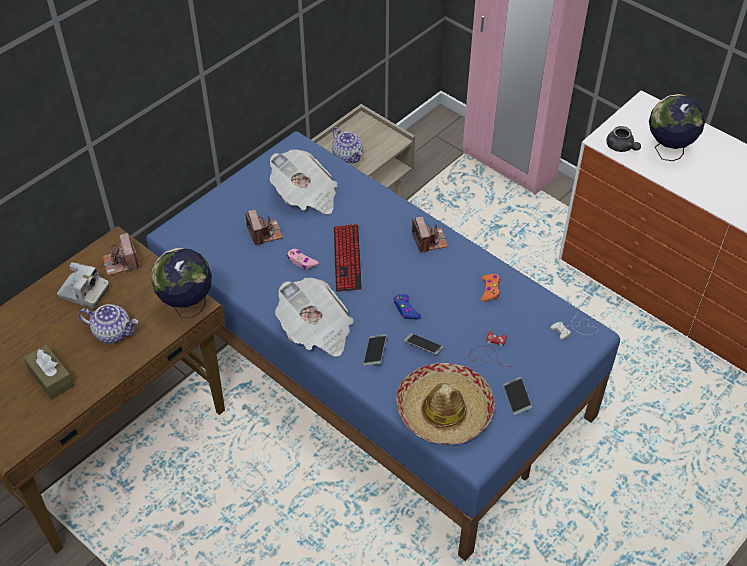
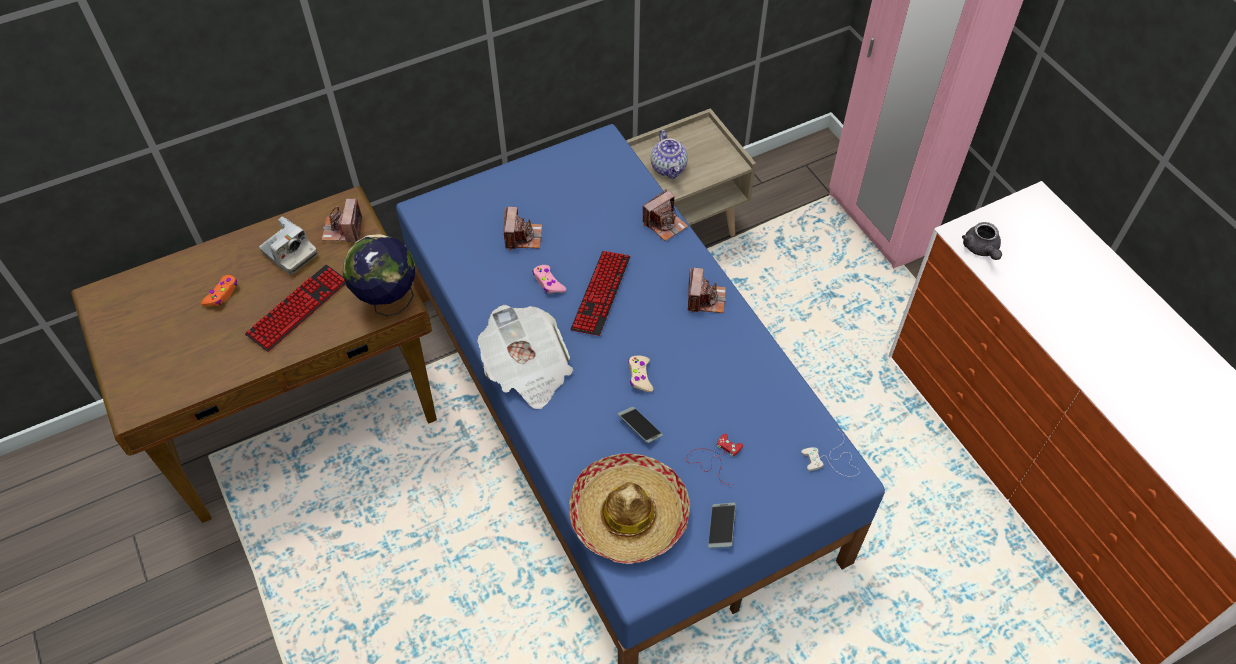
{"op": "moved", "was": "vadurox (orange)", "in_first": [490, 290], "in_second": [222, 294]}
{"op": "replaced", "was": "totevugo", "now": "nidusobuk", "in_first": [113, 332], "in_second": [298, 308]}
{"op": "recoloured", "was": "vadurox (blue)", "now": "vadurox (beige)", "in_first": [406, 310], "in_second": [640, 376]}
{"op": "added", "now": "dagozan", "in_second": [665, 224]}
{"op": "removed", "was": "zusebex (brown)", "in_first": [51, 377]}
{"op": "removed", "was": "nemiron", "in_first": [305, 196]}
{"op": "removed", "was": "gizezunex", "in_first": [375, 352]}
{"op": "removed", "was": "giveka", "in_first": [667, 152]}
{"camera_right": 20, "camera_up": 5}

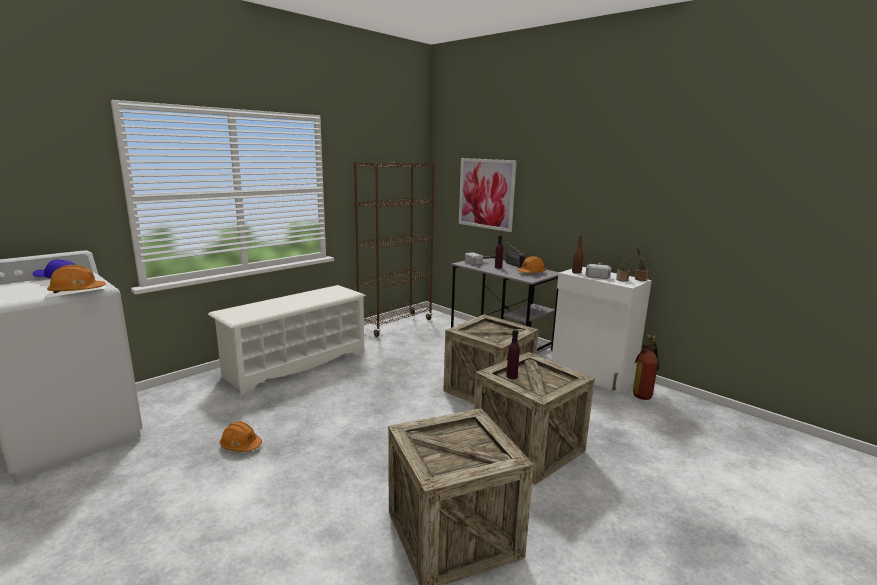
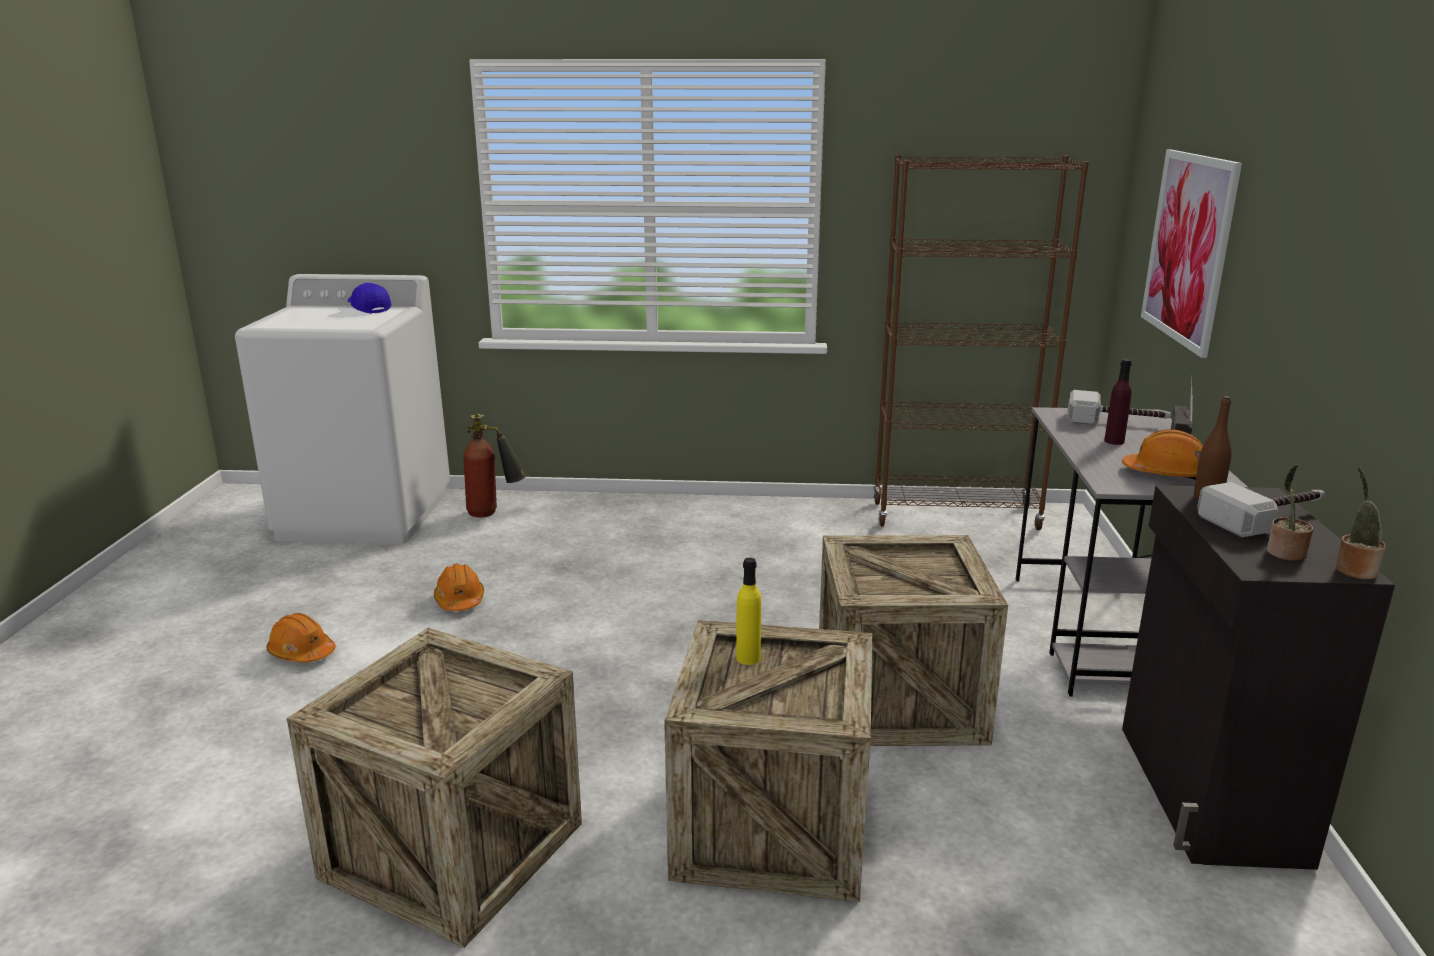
{"op": "moved", "was": "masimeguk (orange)", "in_first": [77, 291], "in_second": [301, 653]}
{"op": "moved", "was": "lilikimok", "in_first": [644, 393], "in_second": [494, 512]}
{"op": "recoloured", "was": "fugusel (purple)", "now": "fugusel (yellow)", "in_first": [512, 376], "in_second": [748, 658]}
{"op": "recoloured", "was": "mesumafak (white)", "now": "mesumafak (black)", "in_first": [592, 374], "in_second": [1207, 793]}
{"op": "removed", "was": "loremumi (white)", "in_first": [296, 364]}
{"camera_right": 50, "camera_up": 5}

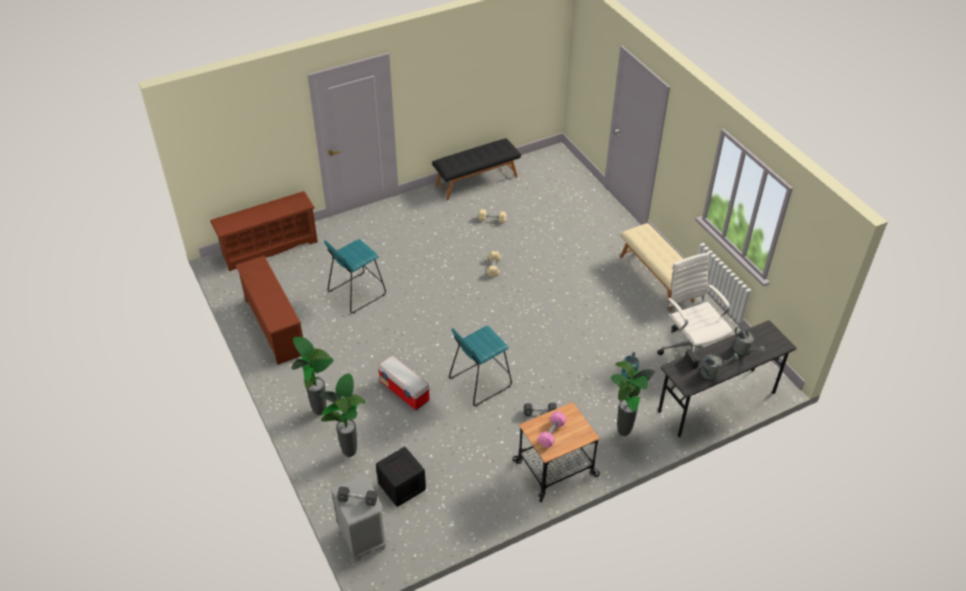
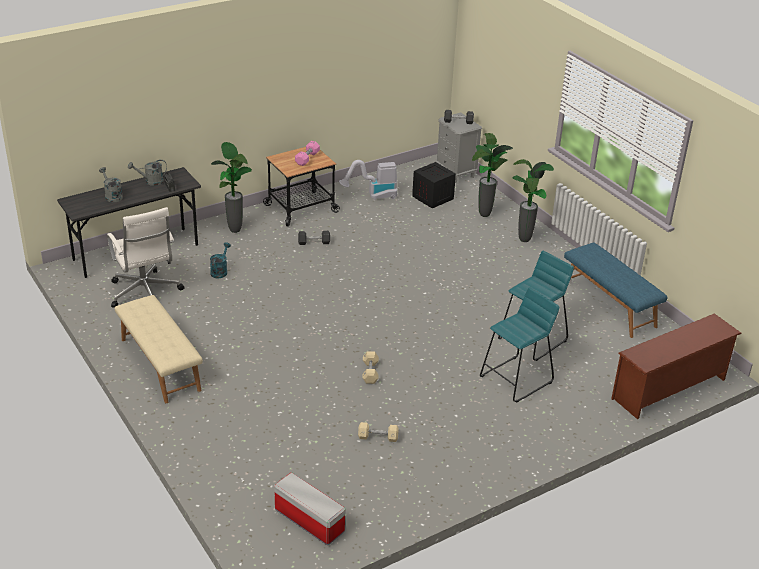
{"op": "moved", "was": "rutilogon", "in_first": [405, 391], "in_second": [308, 520]}
{"op": "added", "now": "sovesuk", "in_second": [372, 196]}
{"op": "moved", "was": "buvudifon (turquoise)", "in_first": [480, 382], "in_second": [516, 379]}
{"op": "replaced", "was": "loremumi (brown)", "now": "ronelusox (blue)", "in_first": [273, 327], "in_second": [609, 304]}
{"op": "removed", "was": "ronelusox (black)", "in_first": [476, 180]}
{"camera_right": 175, "camera_up": -10}

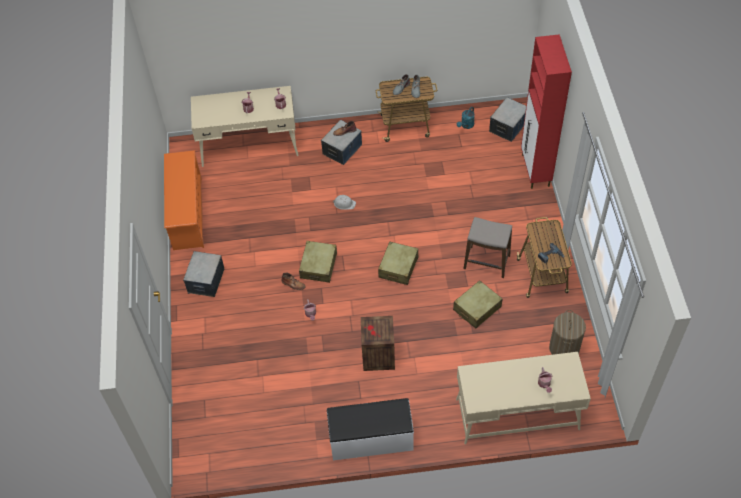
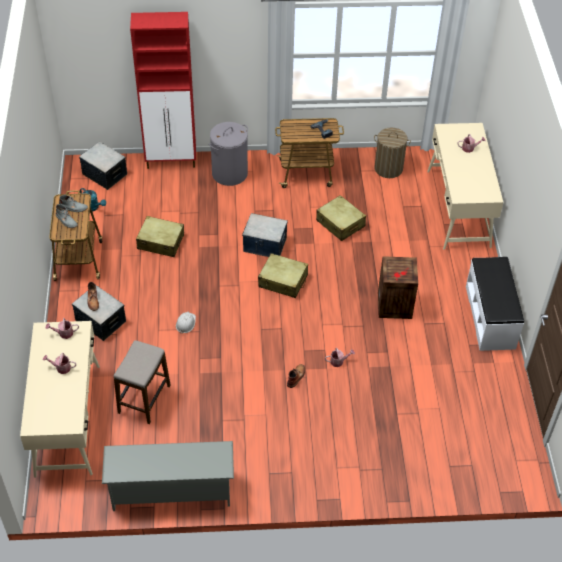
{"op": "recoloured", "was": "loremumi (orange)", "now": "loremumi (grey)", "in_first": [187, 213], "in_second": [171, 490]}
{"op": "moved", "was": "buvudifon", "in_first": [486, 262], "in_second": [144, 399]}
{"op": "moved", "was": "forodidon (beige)", "in_first": [318, 265], "in_second": [160, 242]}
{"op": "added", "now": "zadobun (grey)", "in_second": [229, 173]}
{"op": "moved", "was": "rutilogon", "in_first": [206, 281], "in_second": [265, 245]}
{"camera_right": -90, "camera_up": -5}

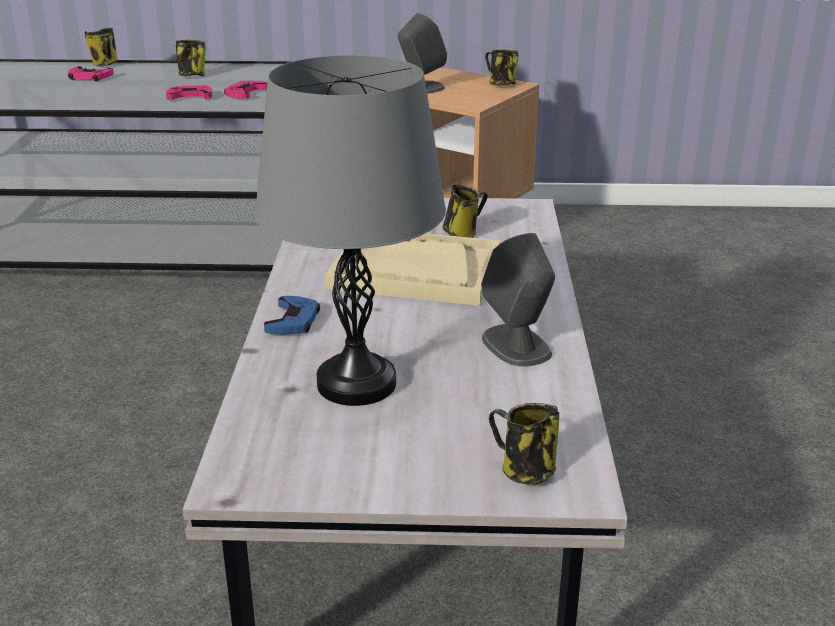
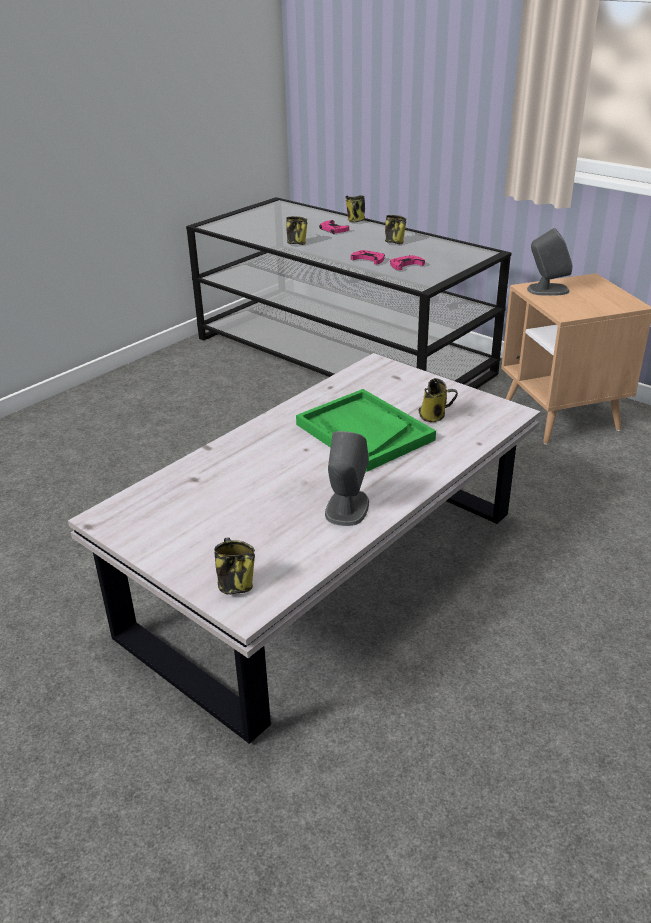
{"op": "moved", "was": "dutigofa", "in_first": [500, 84], "in_second": [296, 243]}
{"op": "recoloured", "was": "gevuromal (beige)", "now": "gevuromal (green)", "in_first": [415, 271], "in_second": [364, 432]}
{"op": "removed", "was": "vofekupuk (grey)", "in_first": [356, 384]}
{"op": "removed", "was": "vadurox (blue)", "in_first": [293, 321]}
{"camera_right": 40, "camera_up": 5}

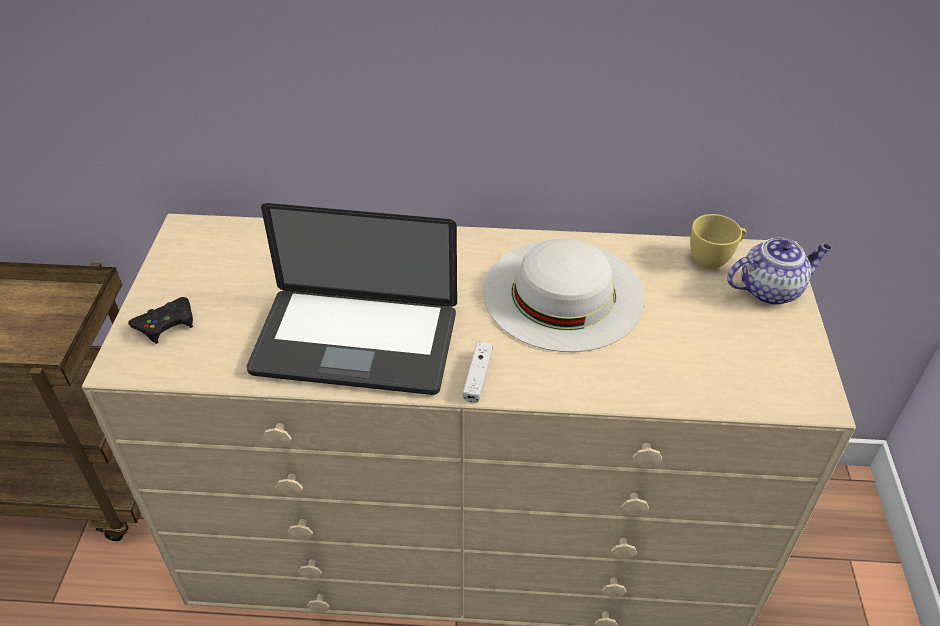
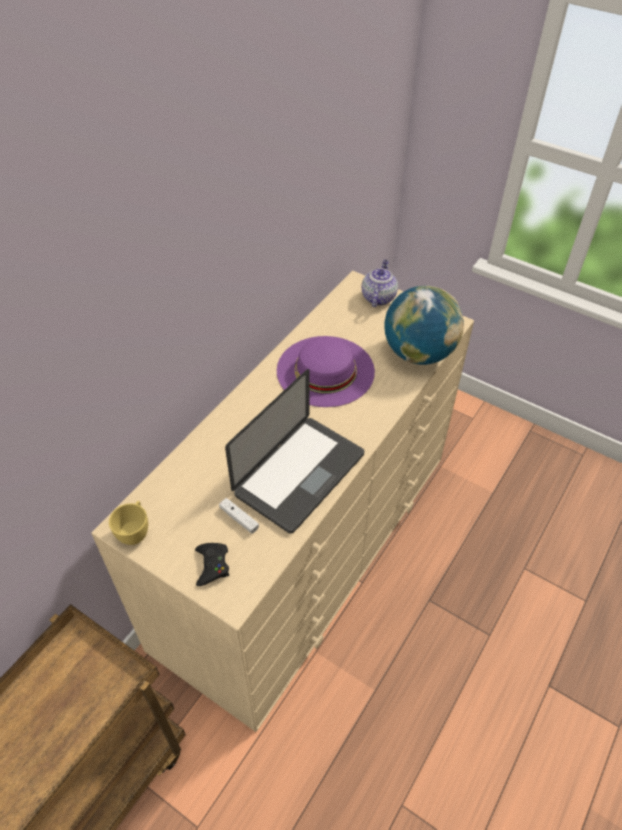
{"op": "moved", "was": "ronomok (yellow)", "in_first": [714, 259], "in_second": [135, 531]}
{"op": "moved", "was": "vadurox (white)", "in_first": [477, 377], "in_second": [239, 518]}
{"op": "recoloured", "was": "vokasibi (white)", "now": "vokasibi (purple)", "in_first": [563, 293], "in_second": [325, 370]}
{"op": "added", "now": "giveka", "in_second": [418, 353]}
{"camera_right": -60, "camera_up": 5}

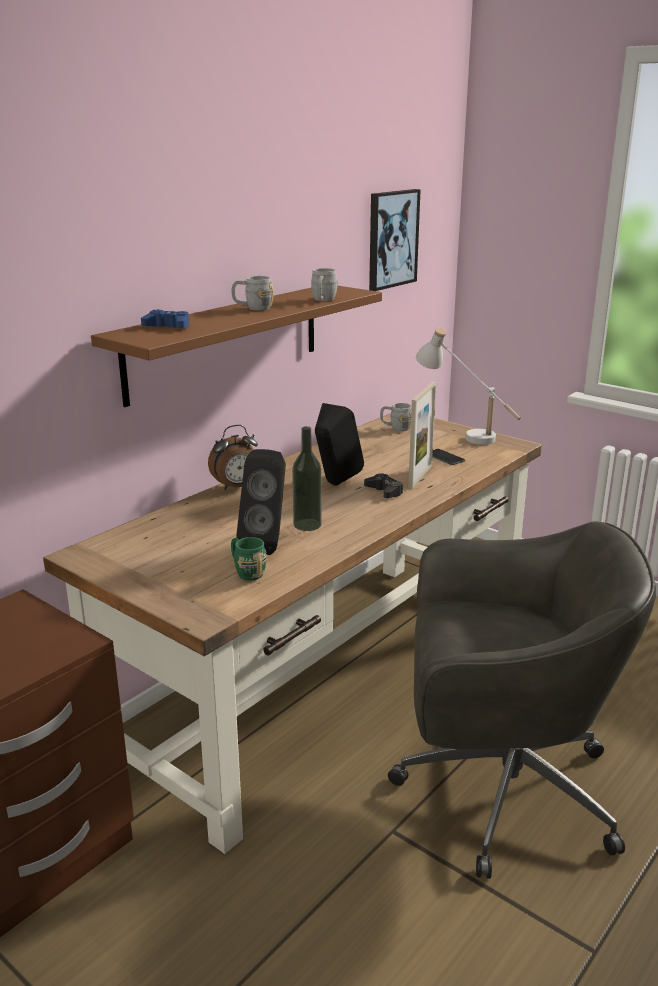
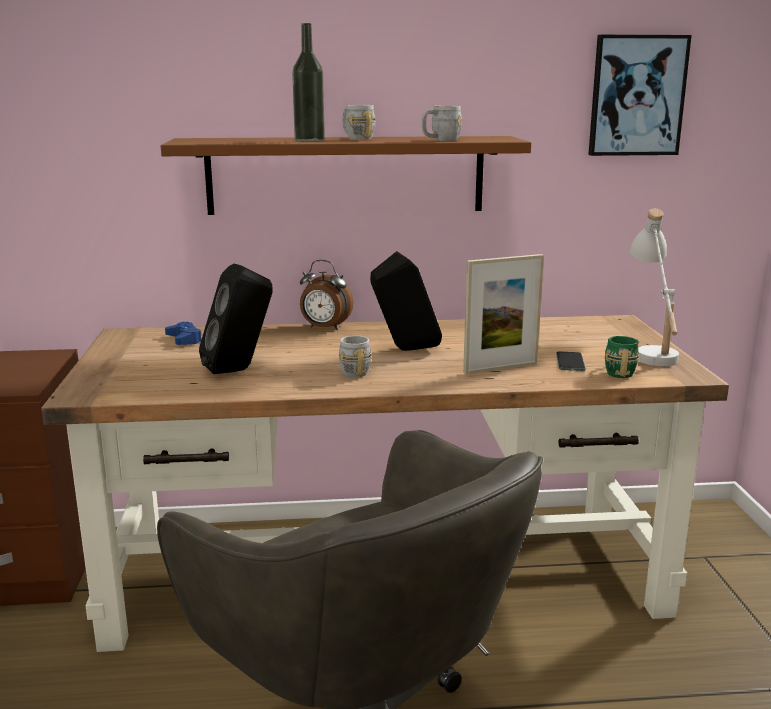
{"op": "moved", "was": "vadurox (blue)", "in_first": [168, 326], "in_second": [184, 339]}
{"op": "moved", "was": "fugusel", "in_first": [307, 525], "in_second": [309, 140]}
{"op": "moved", "was": "dutigofa (grey)", "in_first": [396, 427], "in_second": [352, 371]}
{"op": "moved", "was": "dutigofa (green)", "in_first": [246, 571], "in_second": [618, 371]}
{"op": "removed", "was": "vadurox (black)", "in_first": [384, 491]}
{"camera_right": 45, "camera_up": -5}

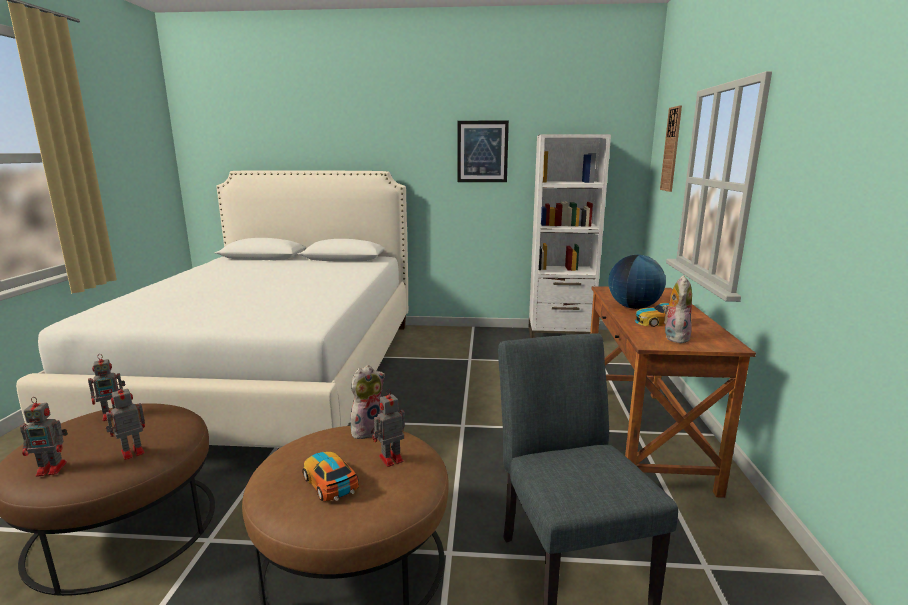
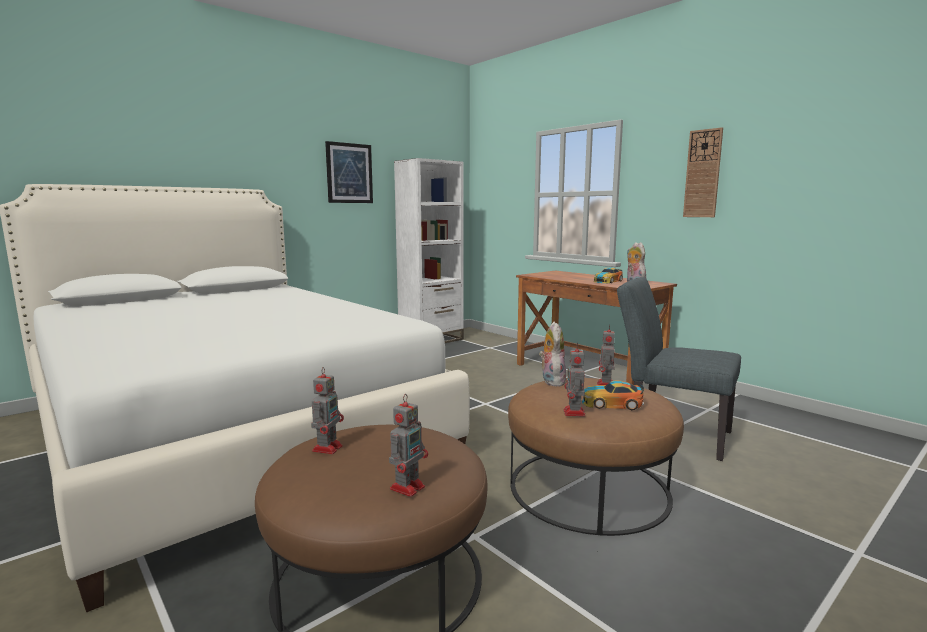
{"op": "moved", "was": "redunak", "in_first": [131, 452], "in_second": [574, 413]}
{"op": "moved", "was": "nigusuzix", "in_first": [671, 149], "in_second": [703, 174]}
{"op": "removed", "was": "giveka", "in_first": [633, 307]}
{"camera_right": -45, "camera_up": -5}

